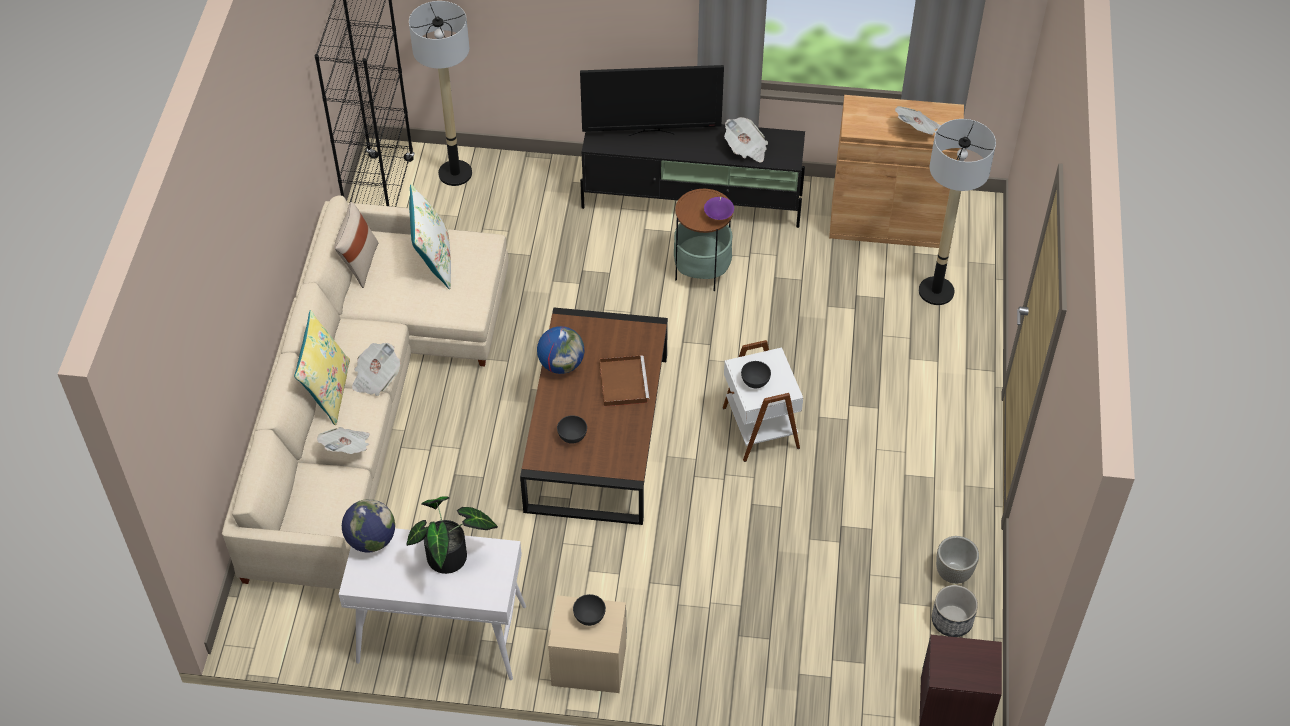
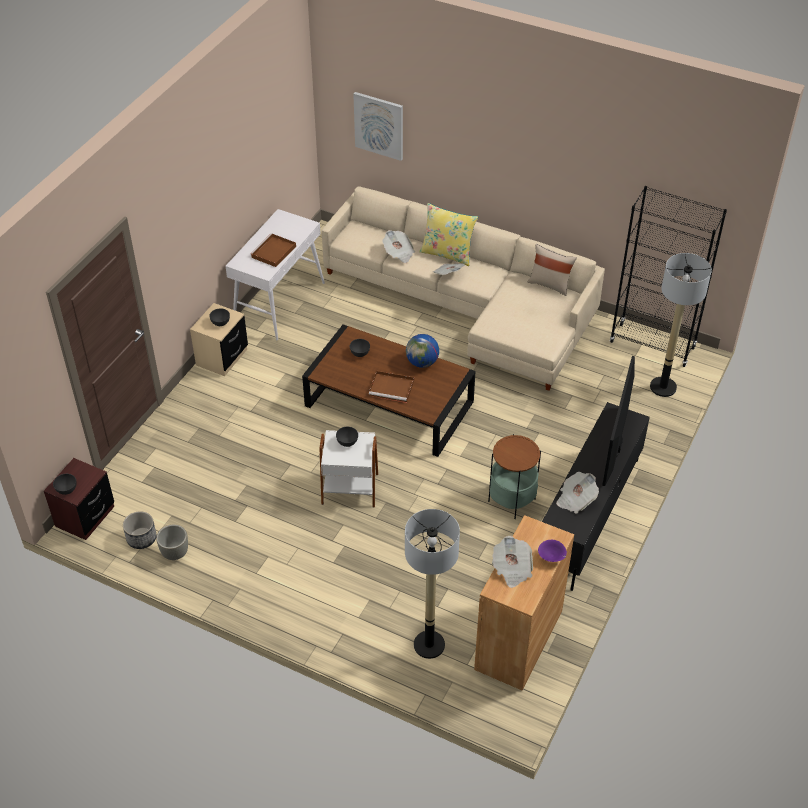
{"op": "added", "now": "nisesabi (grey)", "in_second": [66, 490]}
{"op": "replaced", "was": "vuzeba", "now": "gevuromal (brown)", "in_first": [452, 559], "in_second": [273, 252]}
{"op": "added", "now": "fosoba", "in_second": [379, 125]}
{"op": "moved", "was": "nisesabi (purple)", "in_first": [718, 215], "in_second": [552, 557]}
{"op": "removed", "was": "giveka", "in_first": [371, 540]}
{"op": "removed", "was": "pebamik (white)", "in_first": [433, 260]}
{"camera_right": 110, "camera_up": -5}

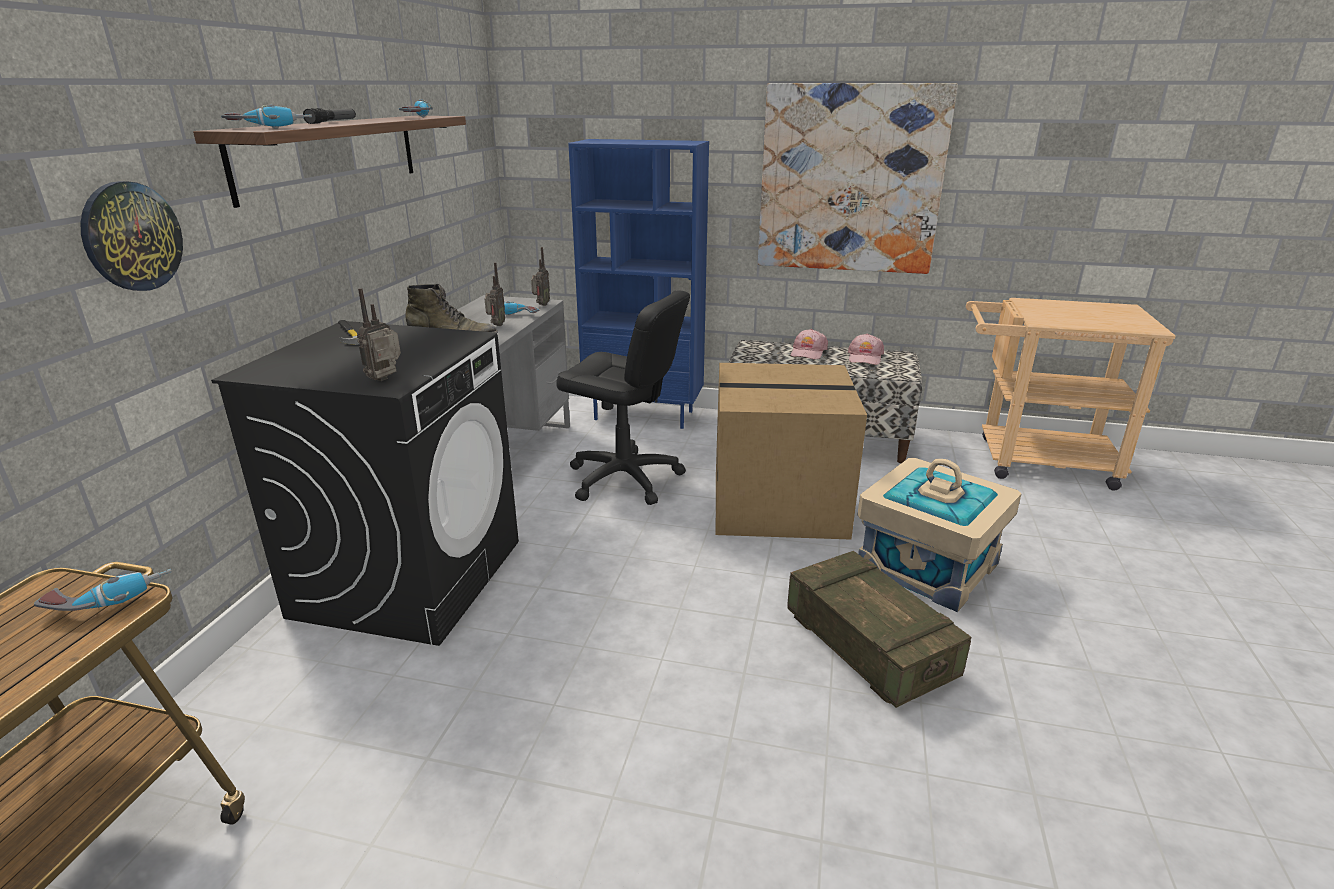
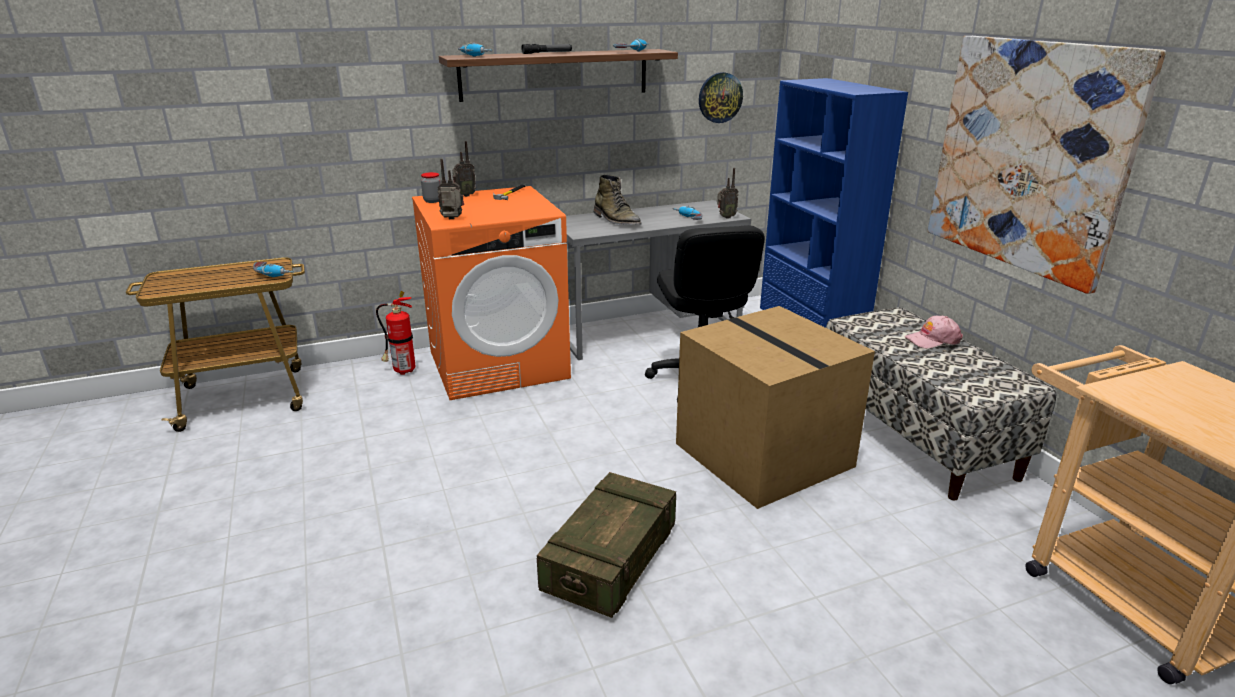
{"op": "added", "now": "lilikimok", "in_second": [402, 371]}
{"op": "recoloured", "was": "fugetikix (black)", "now": "fugetikix (orange)", "in_first": [410, 577], "in_second": [499, 364]}
{"op": "added", "now": "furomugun", "in_second": [432, 201]}
{"op": "moved", "was": "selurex", "in_first": [496, 325], "in_second": [464, 195]}
{"op": "moved", "was": "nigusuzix", "in_first": [131, 236], "in_second": [720, 97]}
{"op": "removed", "was": "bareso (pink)", "in_first": [865, 357]}
{"op": "removed", "was": "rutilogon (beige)", "in_first": [928, 566]}
{"camera_right": 55, "camera_up": 0}

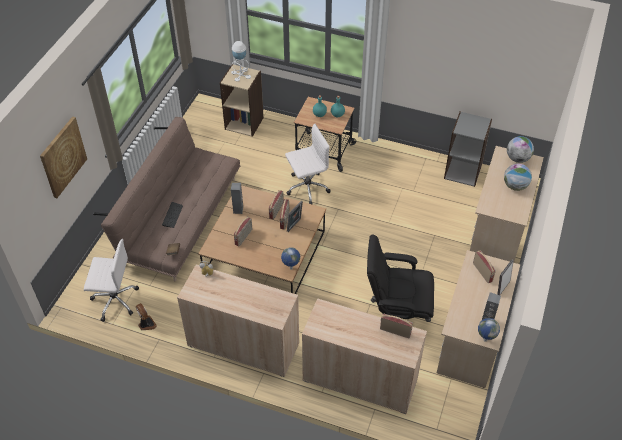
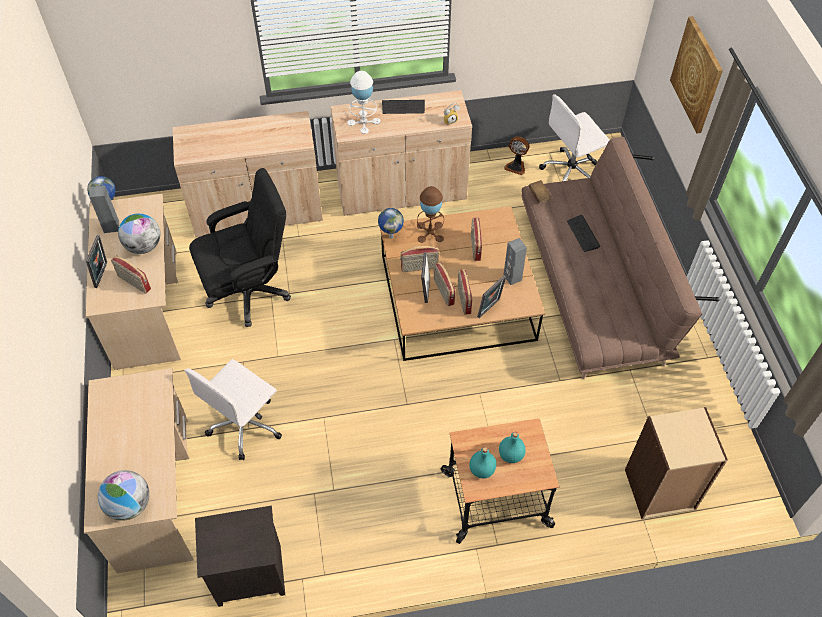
{"op": "moved", "was": "giveka", "in_first": [515, 186], "in_second": [144, 246]}
{"op": "moved", "was": "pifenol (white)", "in_first": [306, 188], "in_second": [245, 425]}
{"op": "replaced", "was": "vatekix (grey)", "now": "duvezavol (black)", "in_first": [463, 172], "in_second": [249, 577]}
{"op": "moved", "was": "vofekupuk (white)", "in_first": [241, 74], "in_second": [363, 122]}
{"op": "added", "now": "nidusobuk", "in_second": [403, 107]}
{"op": "moved", "was": "selurex", "in_first": [395, 331], "in_second": [419, 268]}
{"op": "added", "now": "vofekupuk (brown)", "in_second": [430, 232]}
{"op": "added", "now": "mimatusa", "in_second": [490, 309]}
{"camera_right": 150, "camera_up": 5}

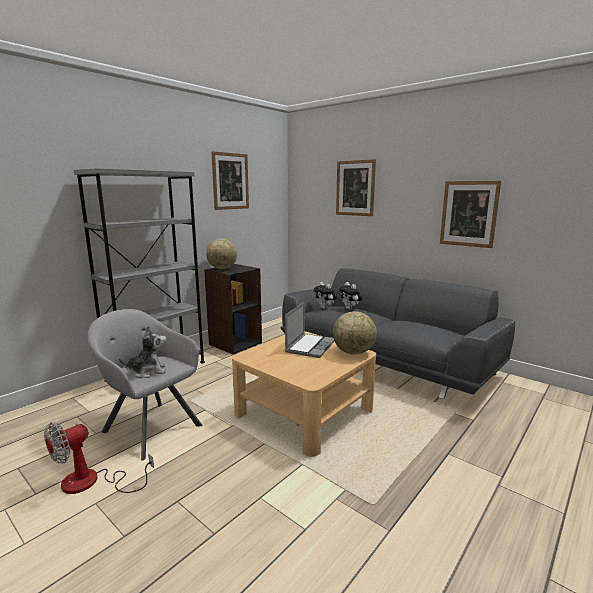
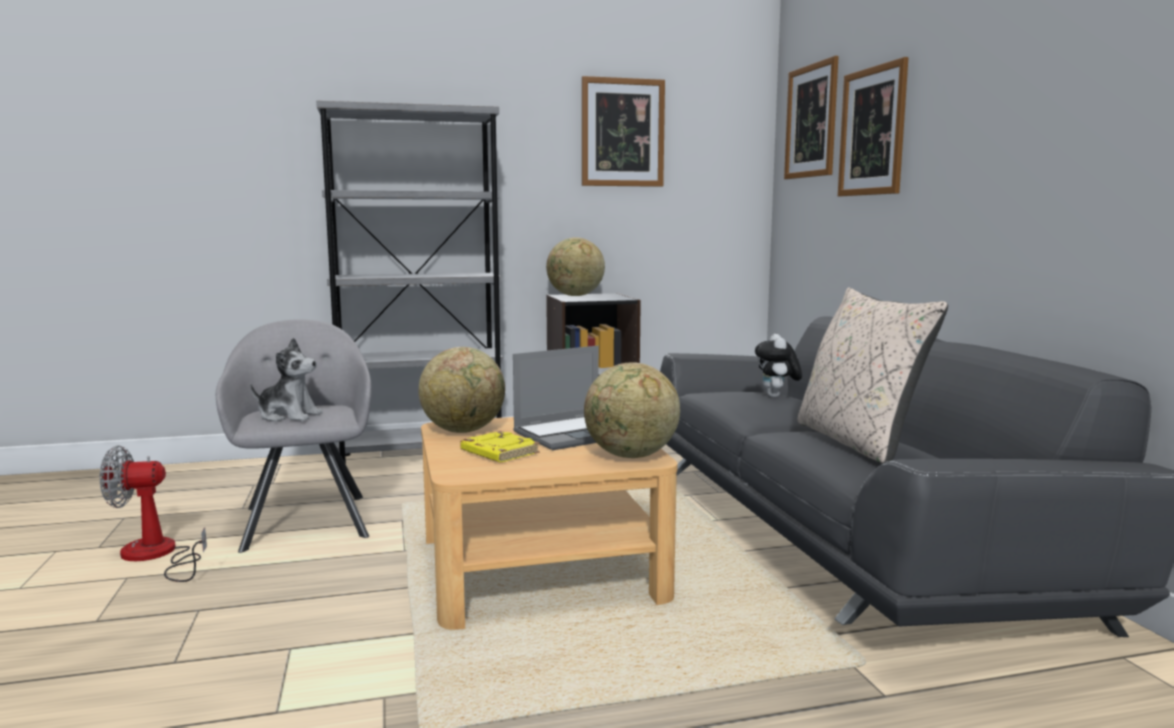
{"op": "added", "now": "giveka", "in_second": [463, 431]}
{"op": "added", "now": "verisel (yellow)", "in_second": [498, 453]}
{"op": "moved", "was": "fosoba", "in_first": [469, 213], "in_second": [811, 121]}
{"op": "added", "now": "pebamik (beige)", "in_second": [857, 442]}
{"op": "removed", "was": "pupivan", "in_first": [325, 308]}
{"camera_right": 35, "camera_up": -5}

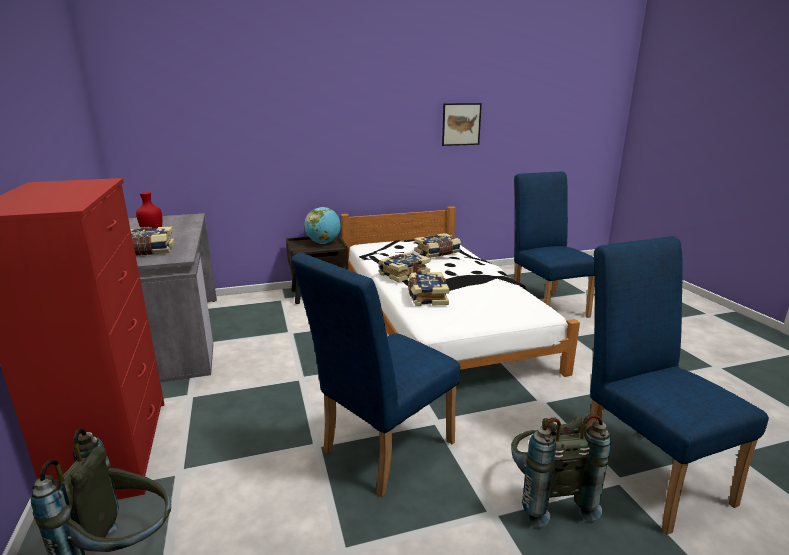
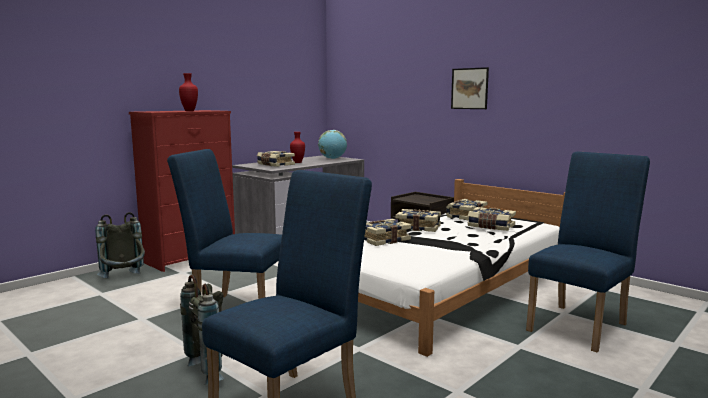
{"op": "added", "now": "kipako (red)", "in_second": [189, 111]}
{"op": "moved", "was": "giveka", "in_first": [323, 243], "in_second": [332, 159]}
{"op": "added", "now": "verisel", "in_second": [465, 216]}
{"op": "moved", "was": "fosoba", "in_first": [461, 124], "in_second": [469, 88]}
{"camera_right": 60, "camera_up": -10}

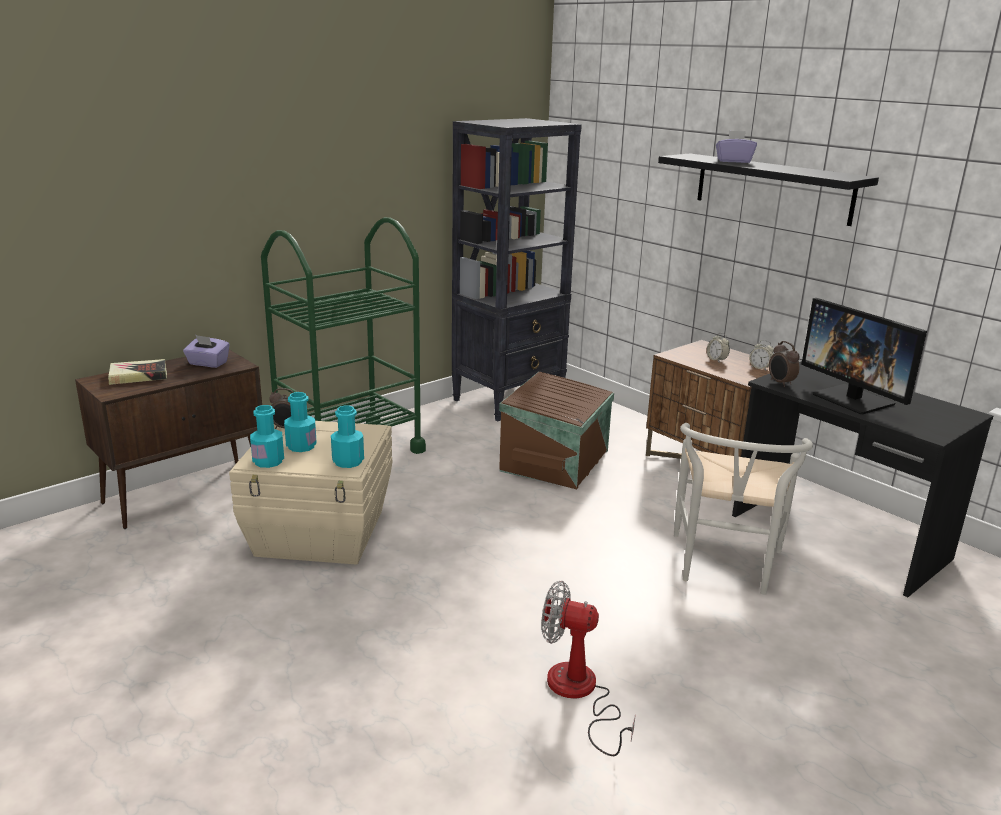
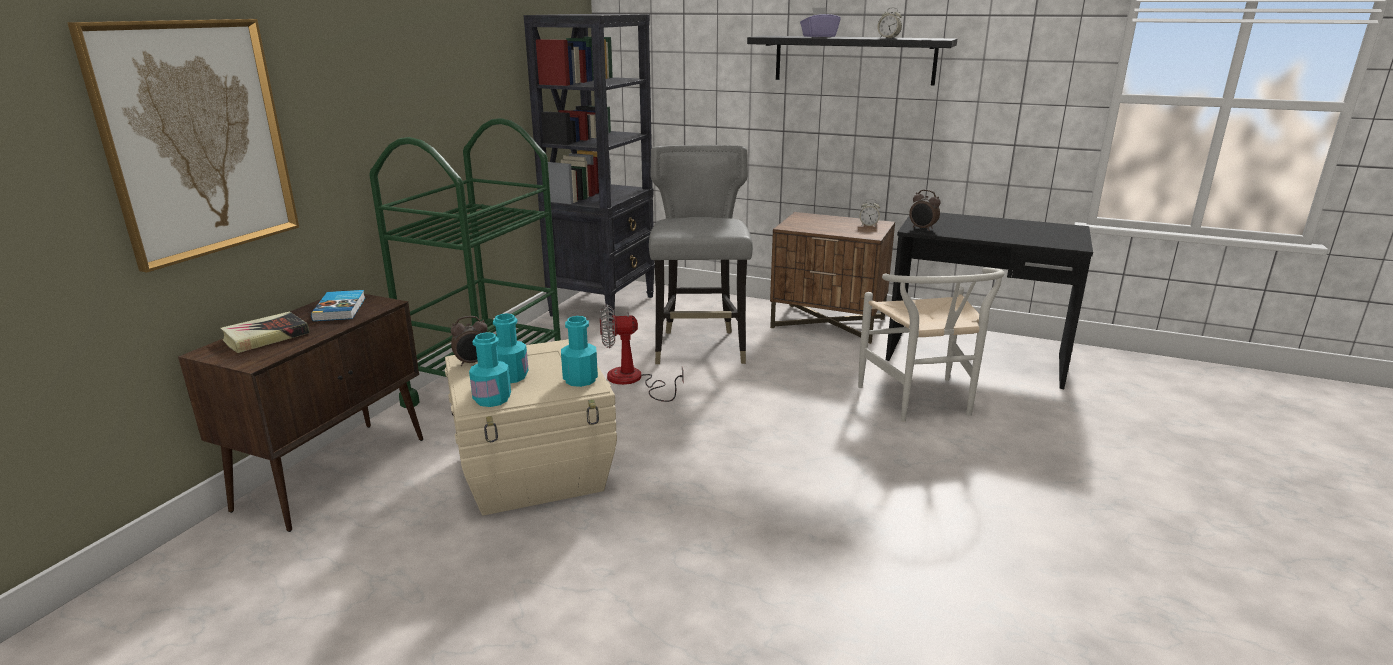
{"op": "added", "now": "fosoba", "in_second": [196, 139]}
{"op": "replaced", "was": "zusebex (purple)", "now": "verisel", "in_first": [208, 363], "in_second": [341, 309]}
{"op": "moved", "was": "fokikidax", "in_first": [579, 694], "in_second": [633, 381]}
{"op": "replaced", "was": "rutilogon (brown)", "now": "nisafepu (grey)", "in_first": [557, 460], "in_second": [700, 348]}
{"op": "moved", "was": "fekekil", "in_first": [716, 360], "in_second": [888, 38]}
{"op": "removed", "was": "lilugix", "in_first": [853, 399]}
{"camera_right": -25, "camera_up": 0}

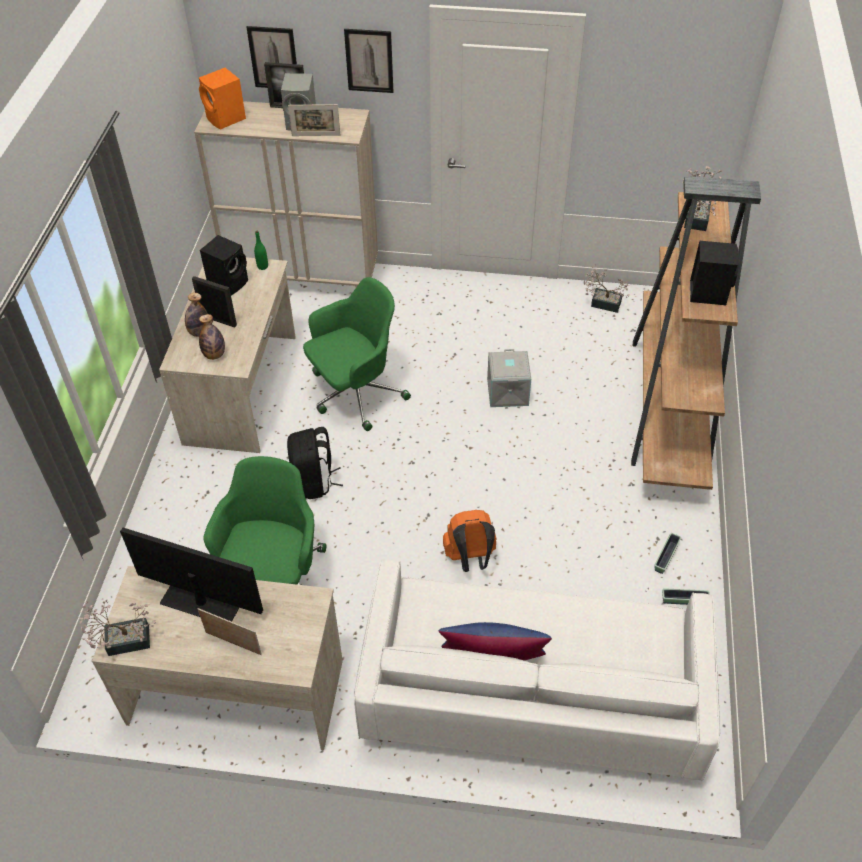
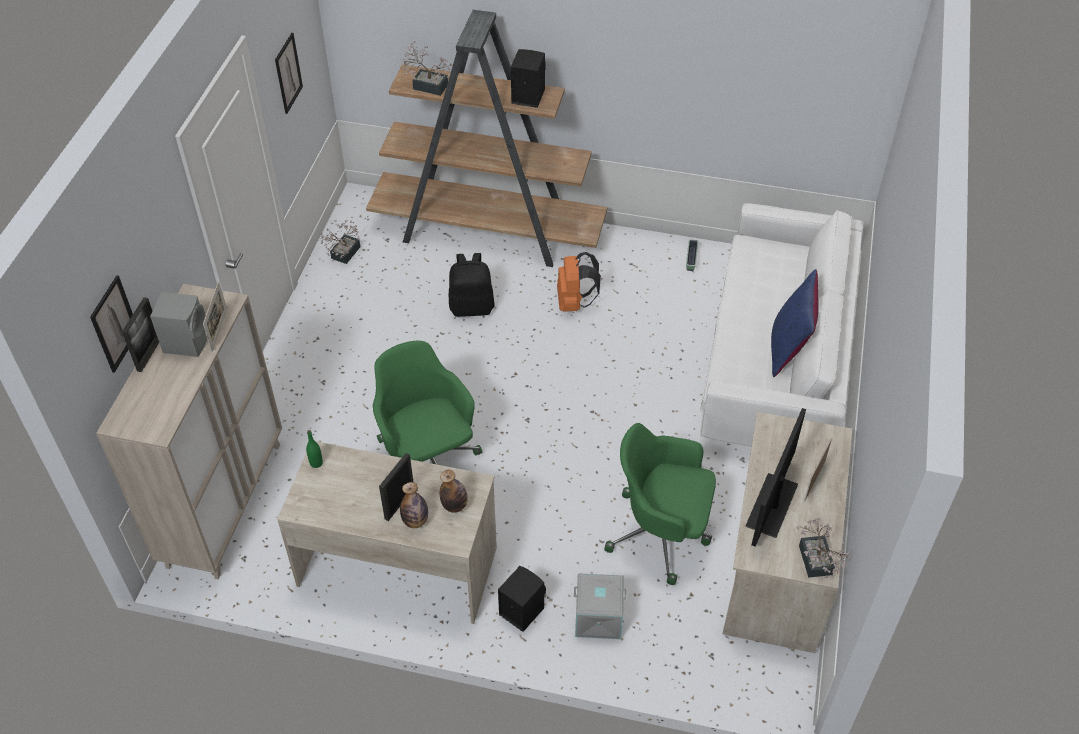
{"op": "moved", "was": "fosoba", "in_first": [369, 61], "in_second": [288, 73]}
{"op": "moved", "was": "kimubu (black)", "in_first": [314, 482], "in_second": [472, 307]}
{"op": "moved", "was": "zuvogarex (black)", "in_first": [229, 282], "in_second": [520, 610]}
{"op": "moved", "was": "kimubu (orange)", "in_first": [470, 558], "in_second": [574, 302]}
{"op": "moved", "was": "rutilogon (grey)", "in_first": [506, 392], "in_second": [598, 618]}
{"op": "removed", "was": "zuvogarex (orange)", "in_first": [226, 119]}
{"op": "removed", "was": "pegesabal", "in_first": [666, 557]}
{"camera_right": -85, "camera_up": 0}

